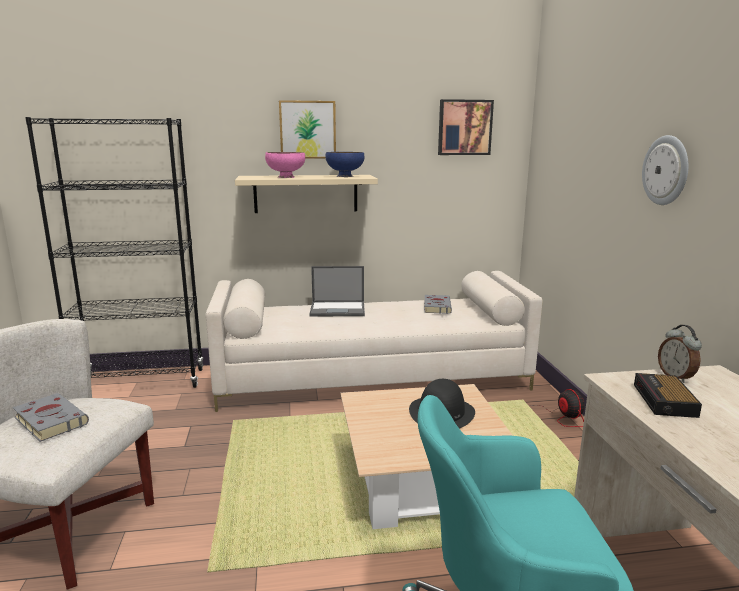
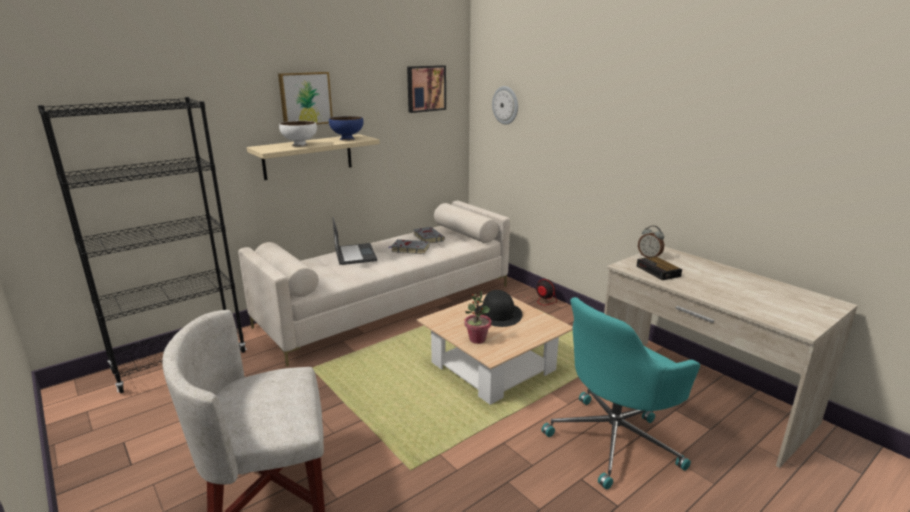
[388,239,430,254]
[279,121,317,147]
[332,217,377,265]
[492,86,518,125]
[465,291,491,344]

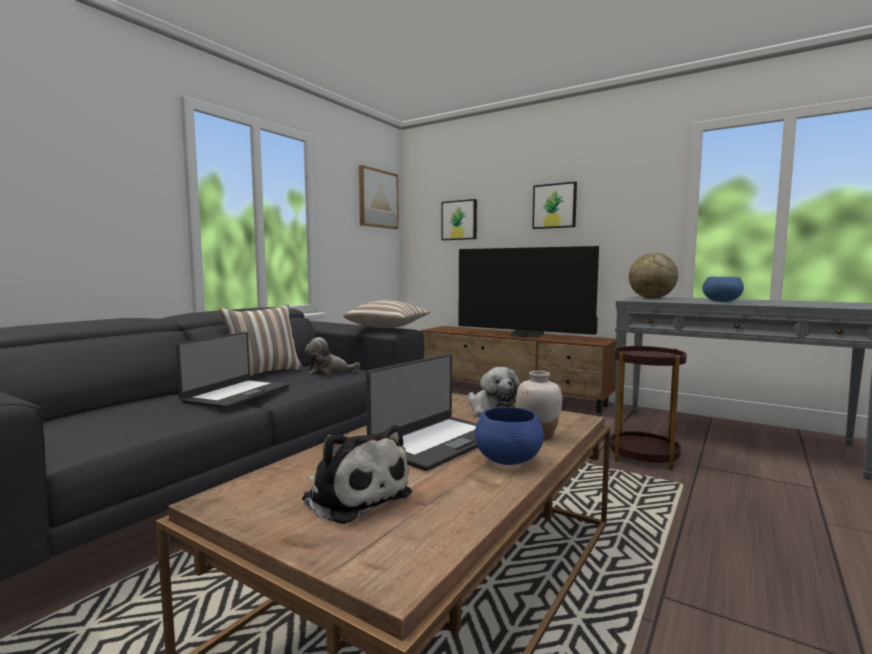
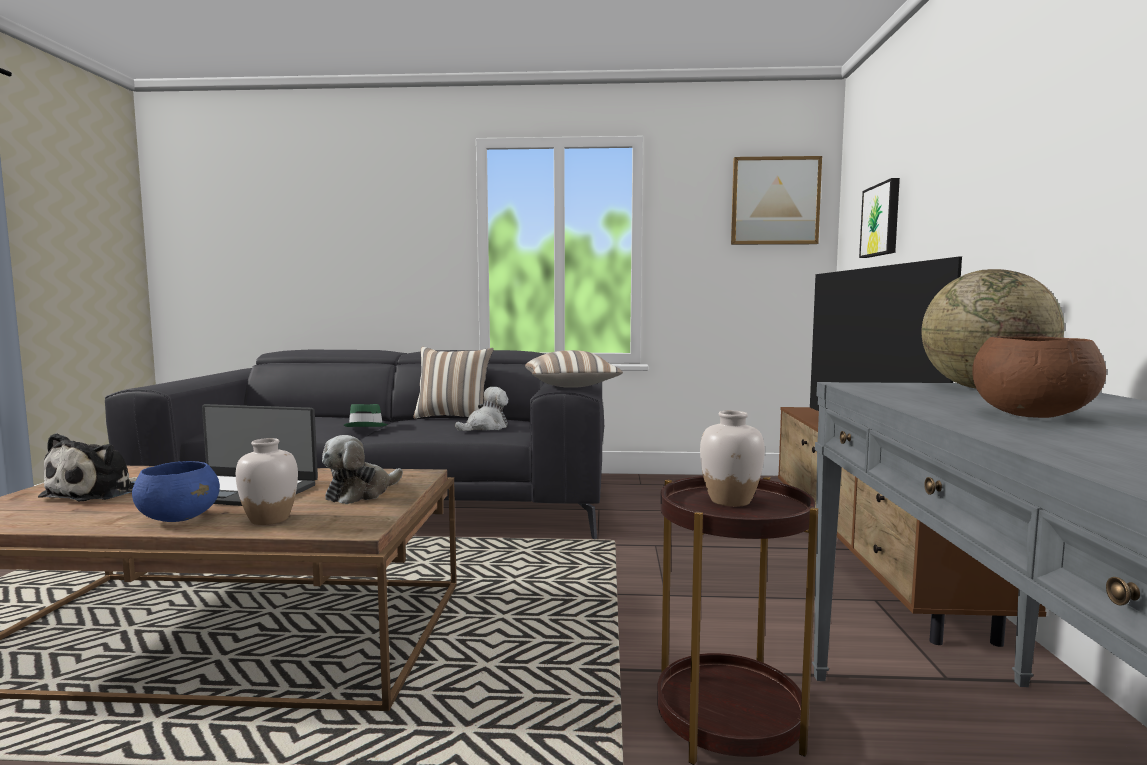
[344,404,388,427]
[455,387,508,431]
[532,182,577,229] (first image)
[972,336,1106,418]
[700,411,765,507]

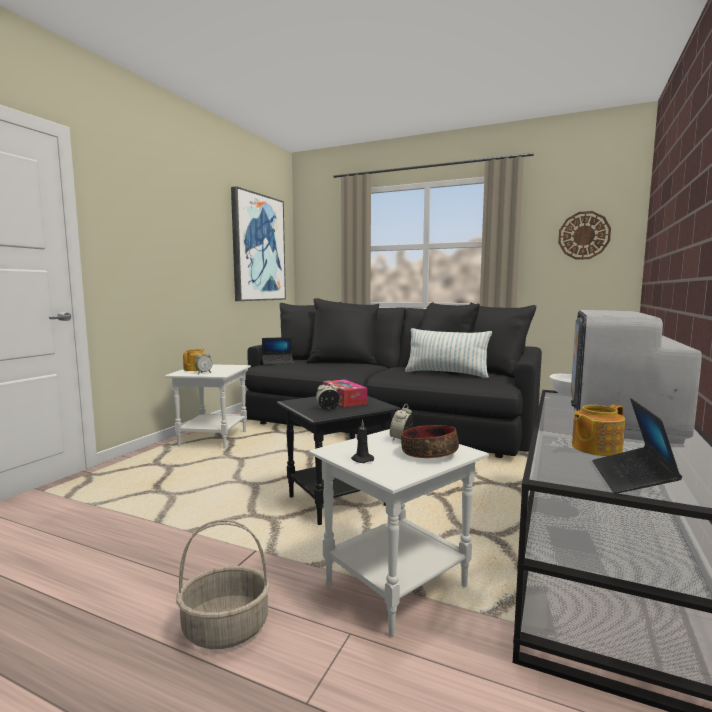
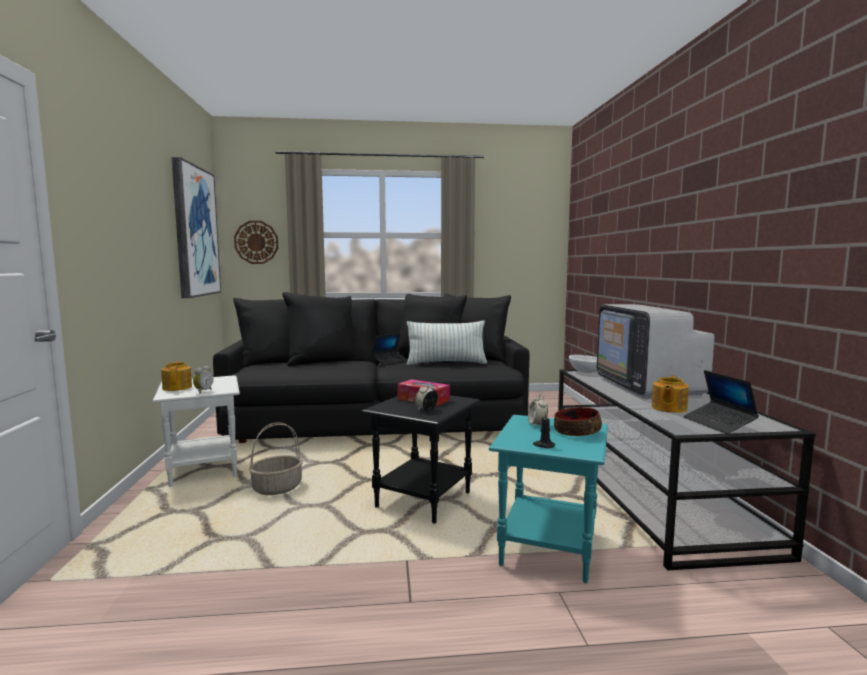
[249,422,303,495]
[371,333,408,365]
[489,415,608,583]
[234,221,278,264]

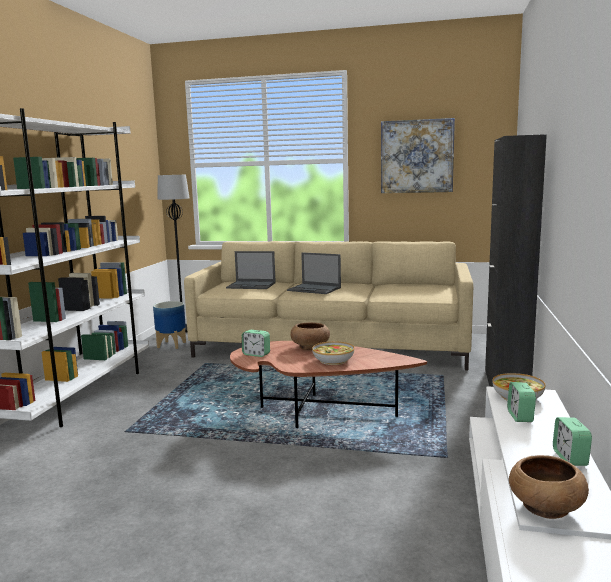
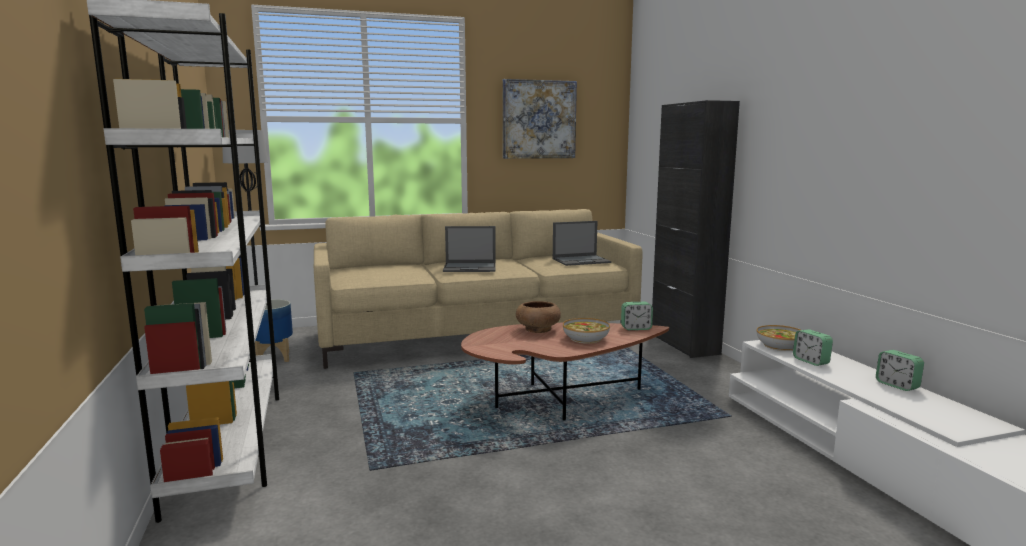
[552,221,611,266]
[621,302,653,330]
[509,455,589,519] (first image)

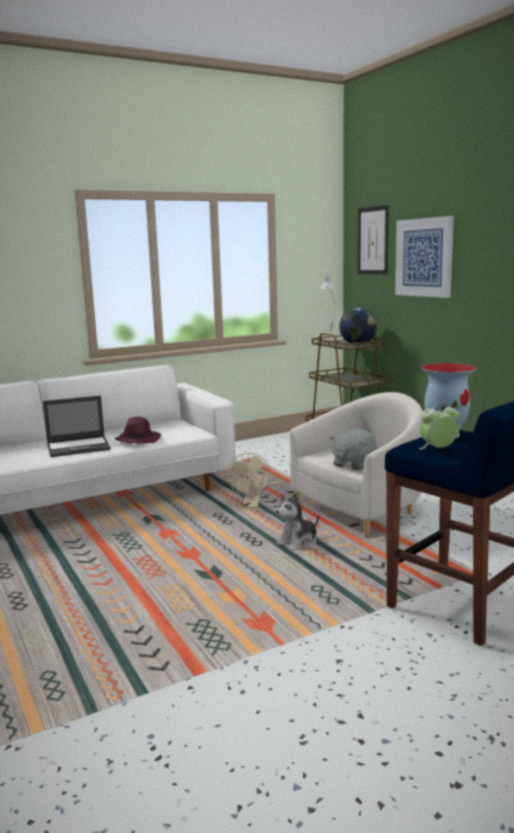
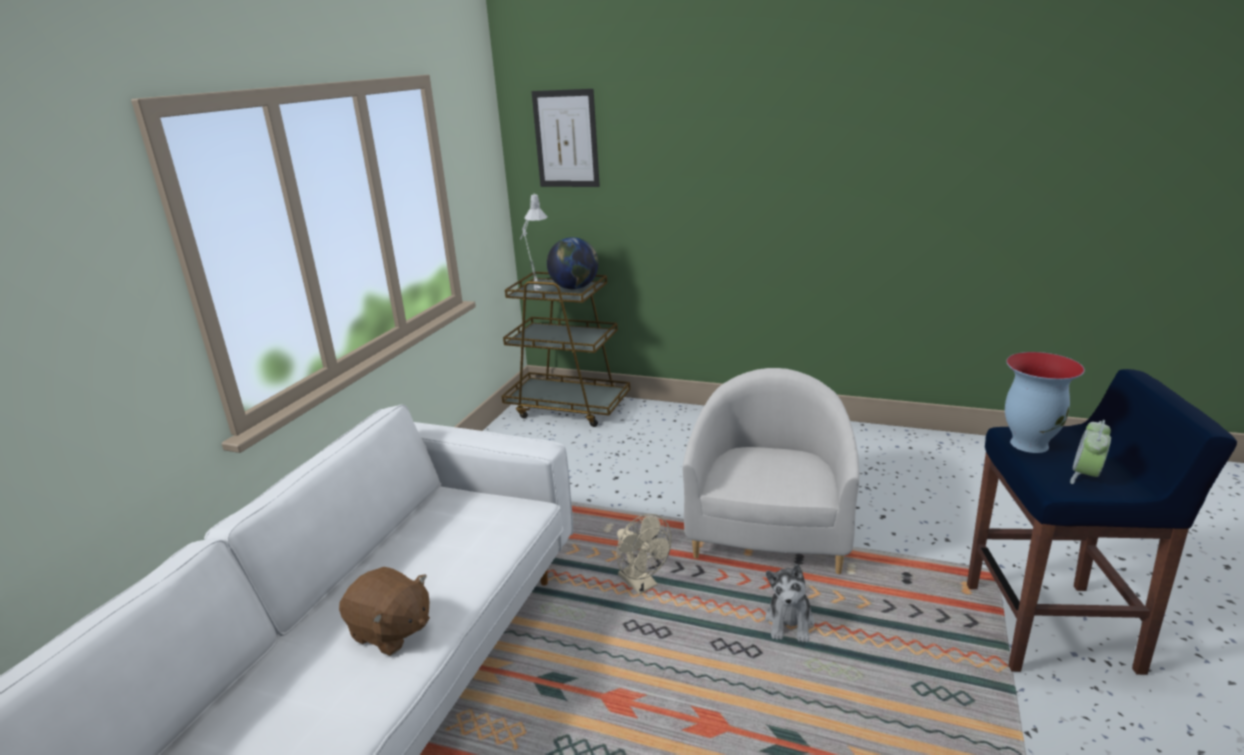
[339,567,430,656]
[115,417,161,444] (first image)
[330,429,377,470] (first image)
[395,216,454,298] (first image)

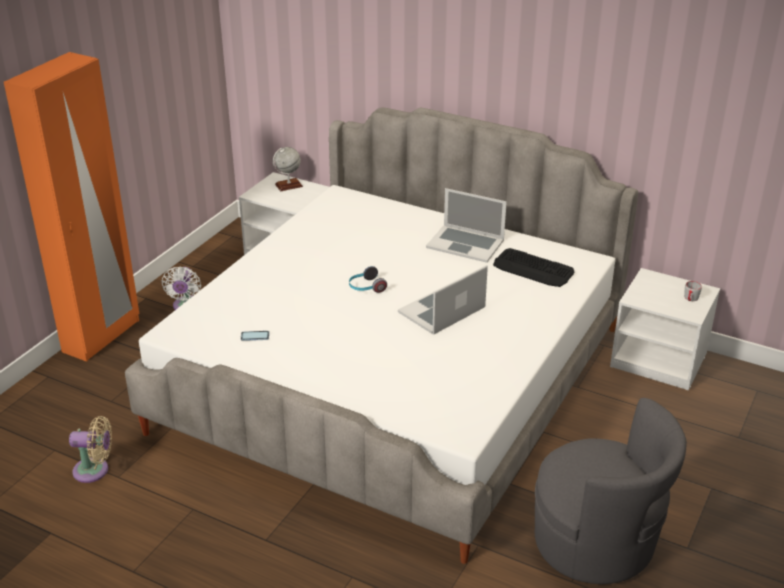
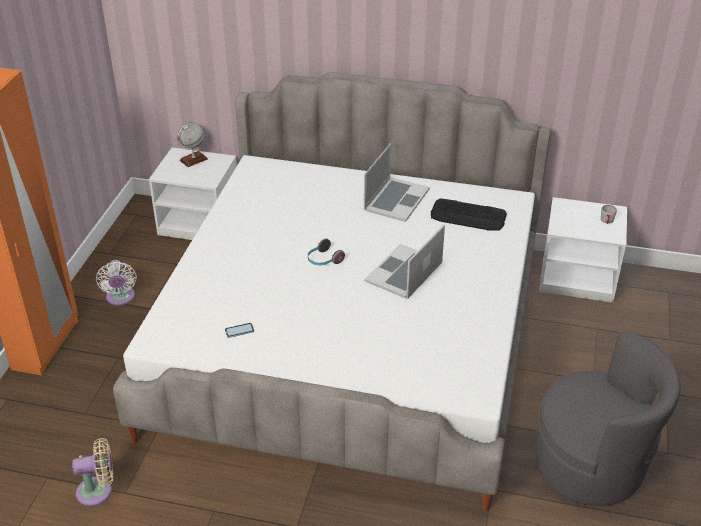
[364,143,430,222]

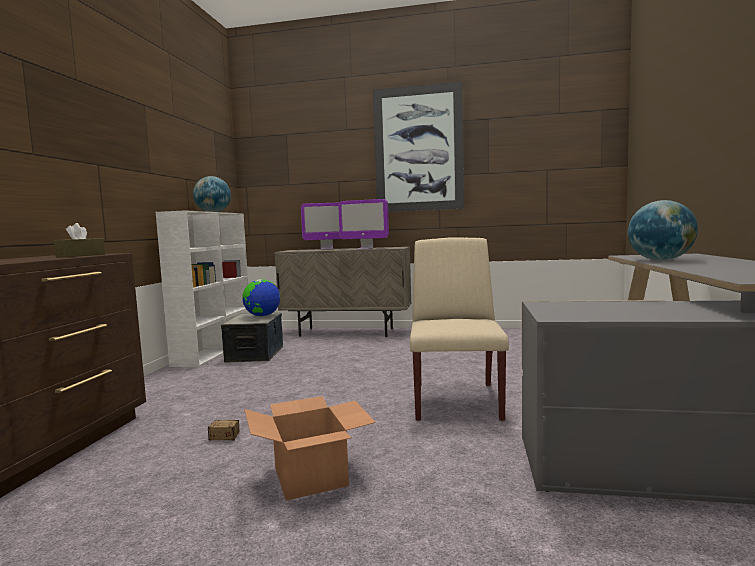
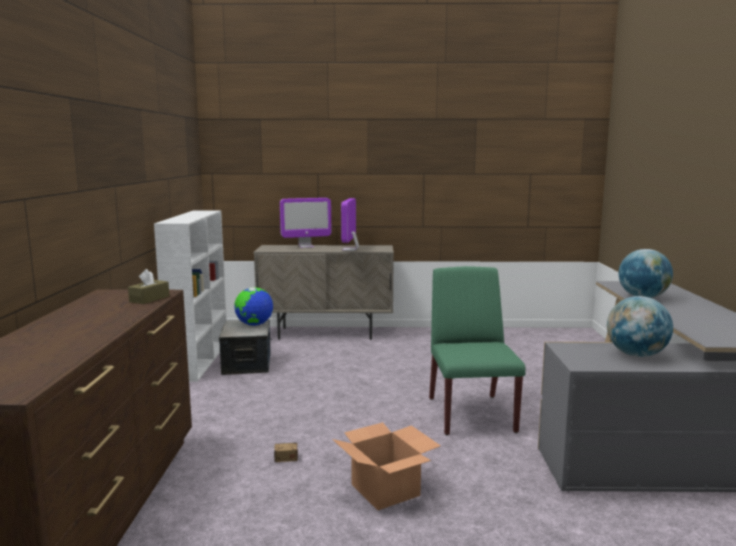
[607,296,673,357]
[341,198,359,251]
[373,82,464,212] (first image)
[429,266,525,436]

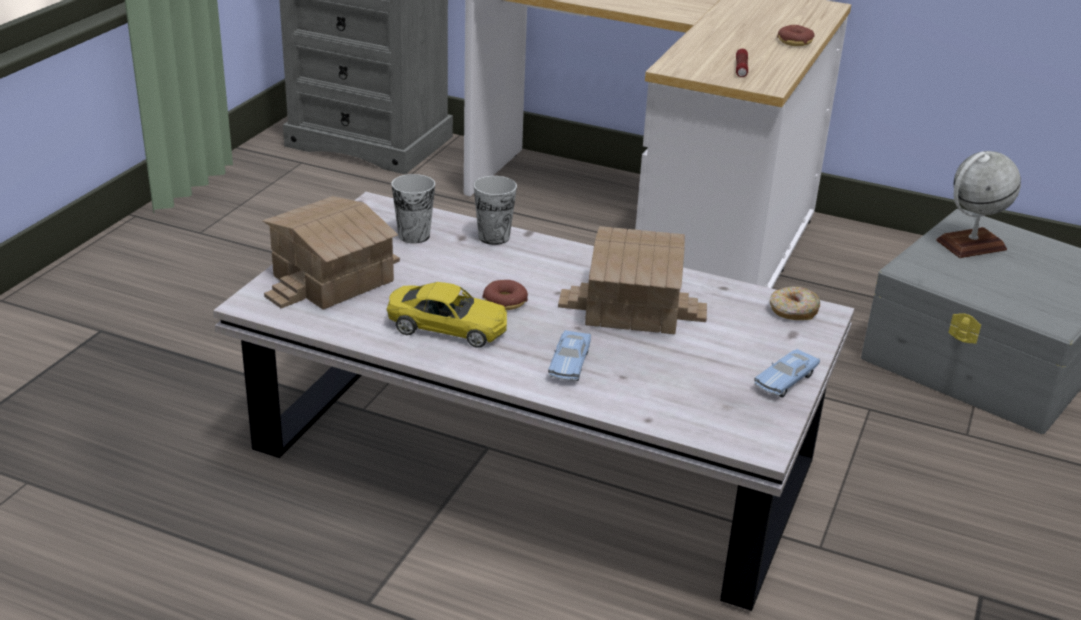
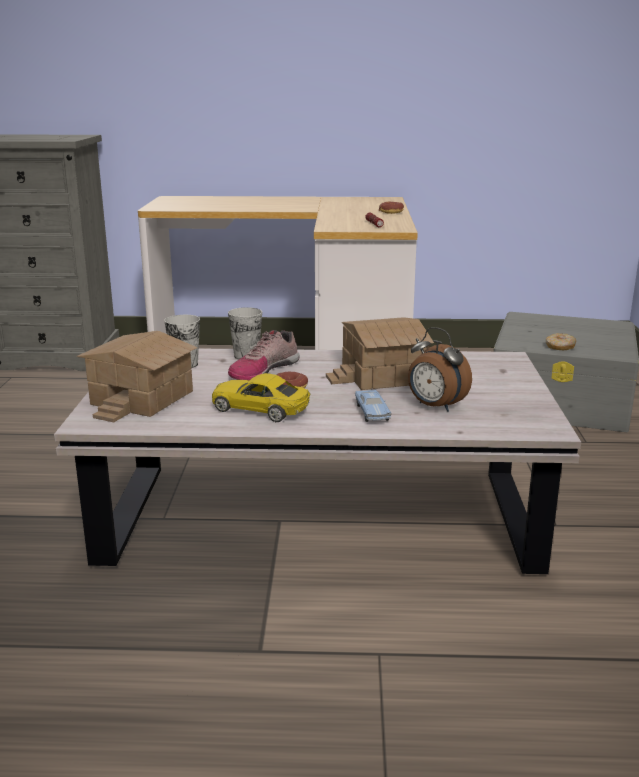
[212,373,310,422]
[754,349,820,398] (first image)
[546,333,576,350]
[936,151,1021,258] (first image)
[228,330,300,380]
[408,327,472,412]

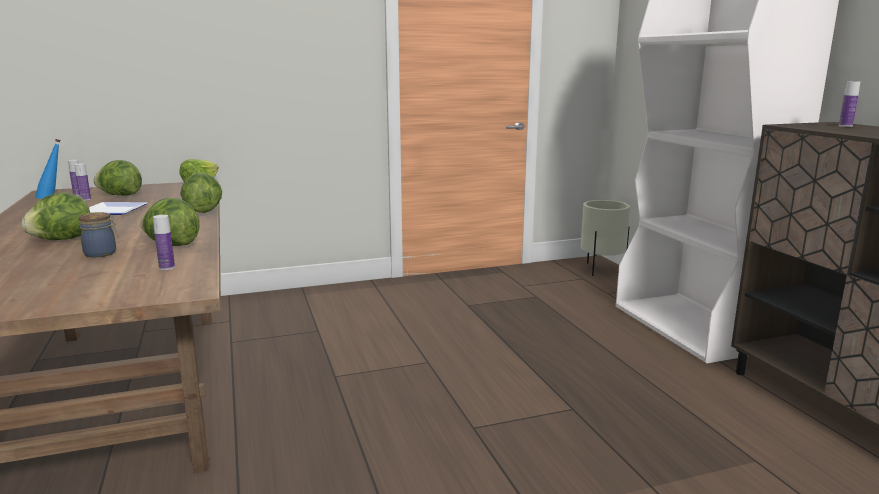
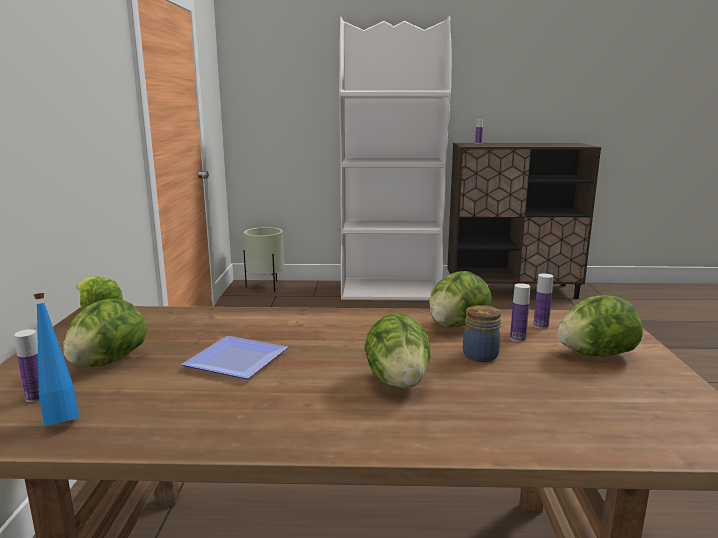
[510,283,530,342]
[557,295,643,356]

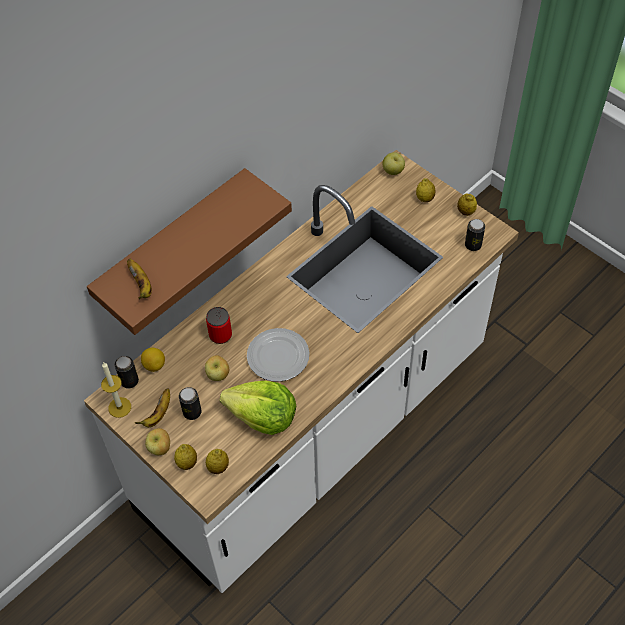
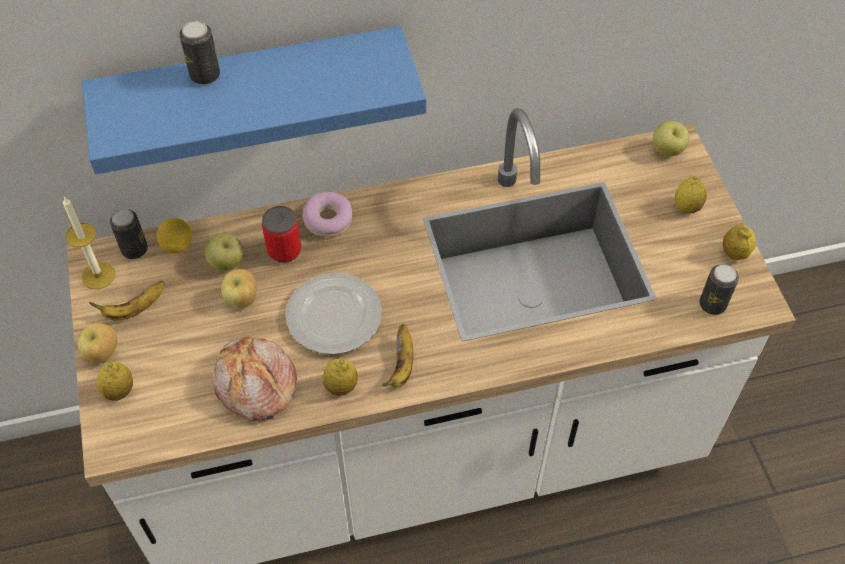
[82,26,426,174]
[382,324,413,387]
[179,21,220,85]
[323,358,358,396]
[212,337,297,422]
[204,233,243,271]
[303,192,352,237]

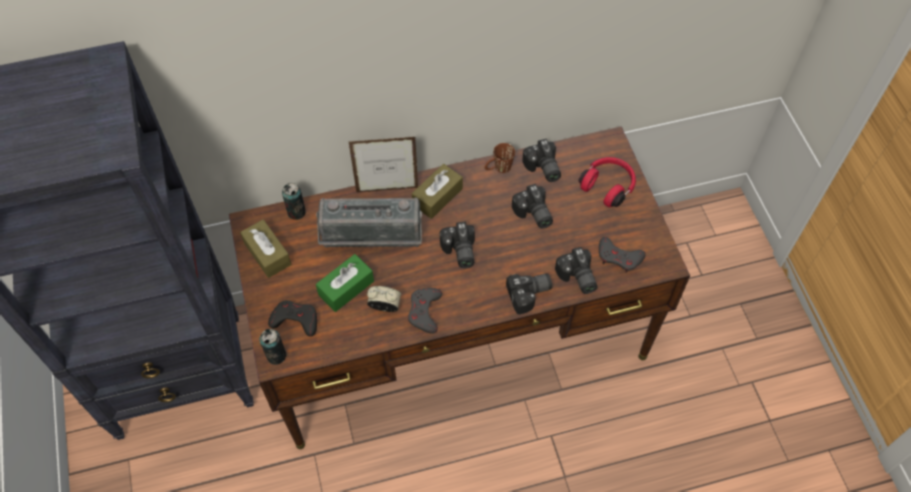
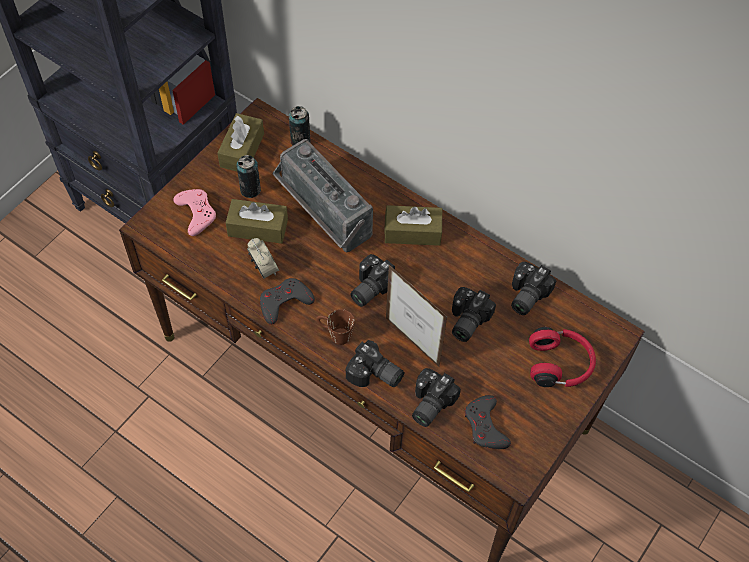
[236,155,261,198]
[173,189,216,236]
[226,199,288,244]
[386,265,447,368]
[316,309,354,345]

